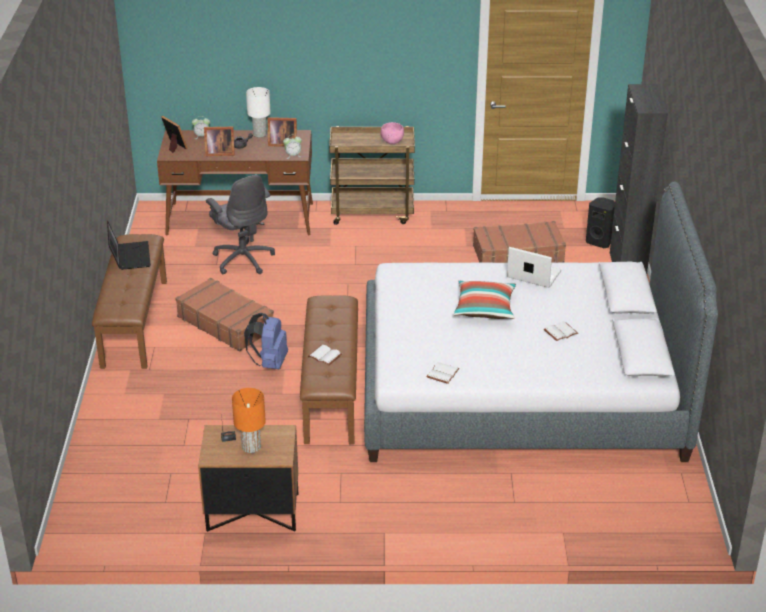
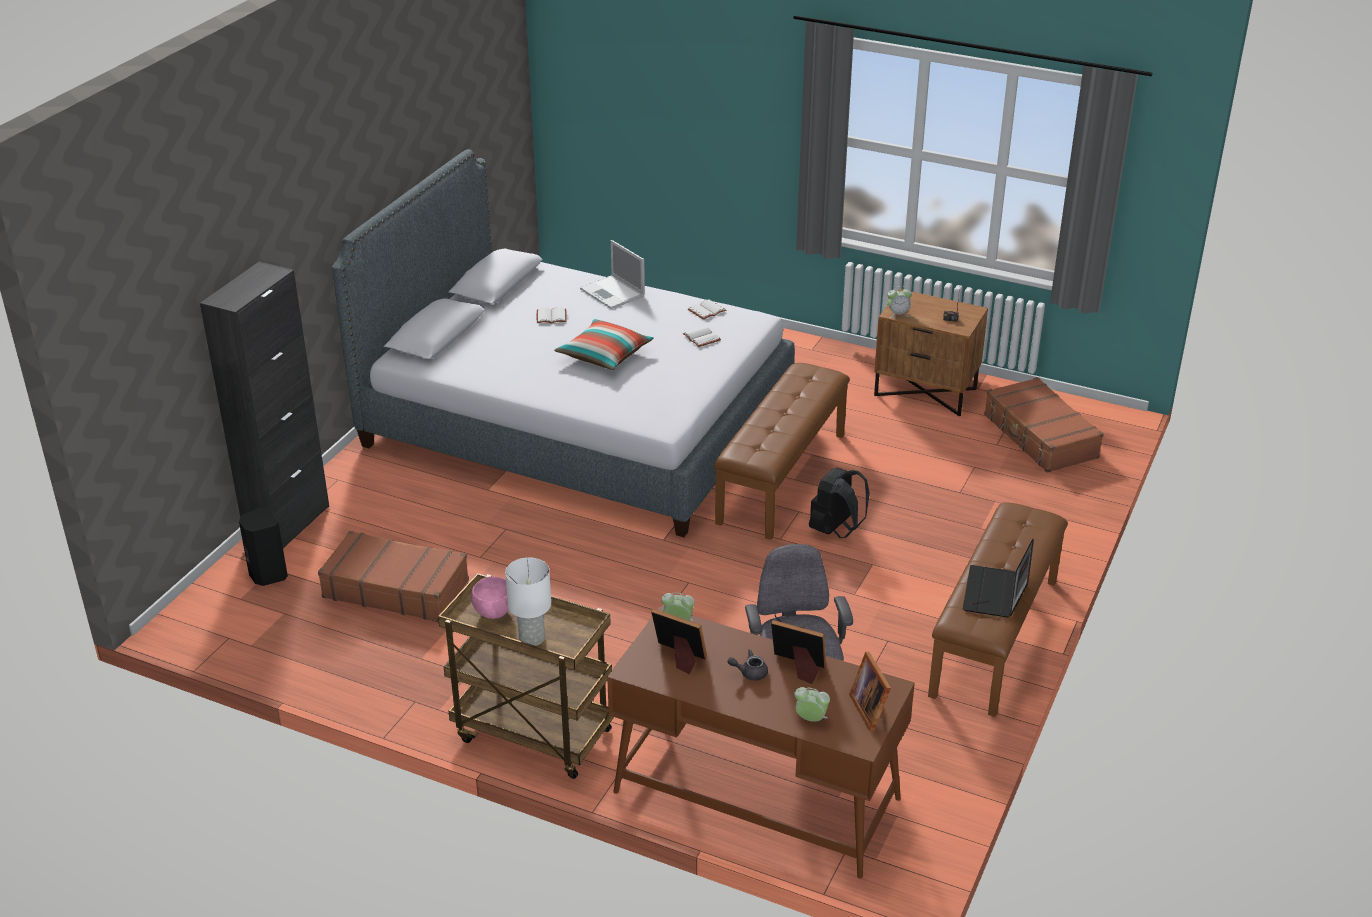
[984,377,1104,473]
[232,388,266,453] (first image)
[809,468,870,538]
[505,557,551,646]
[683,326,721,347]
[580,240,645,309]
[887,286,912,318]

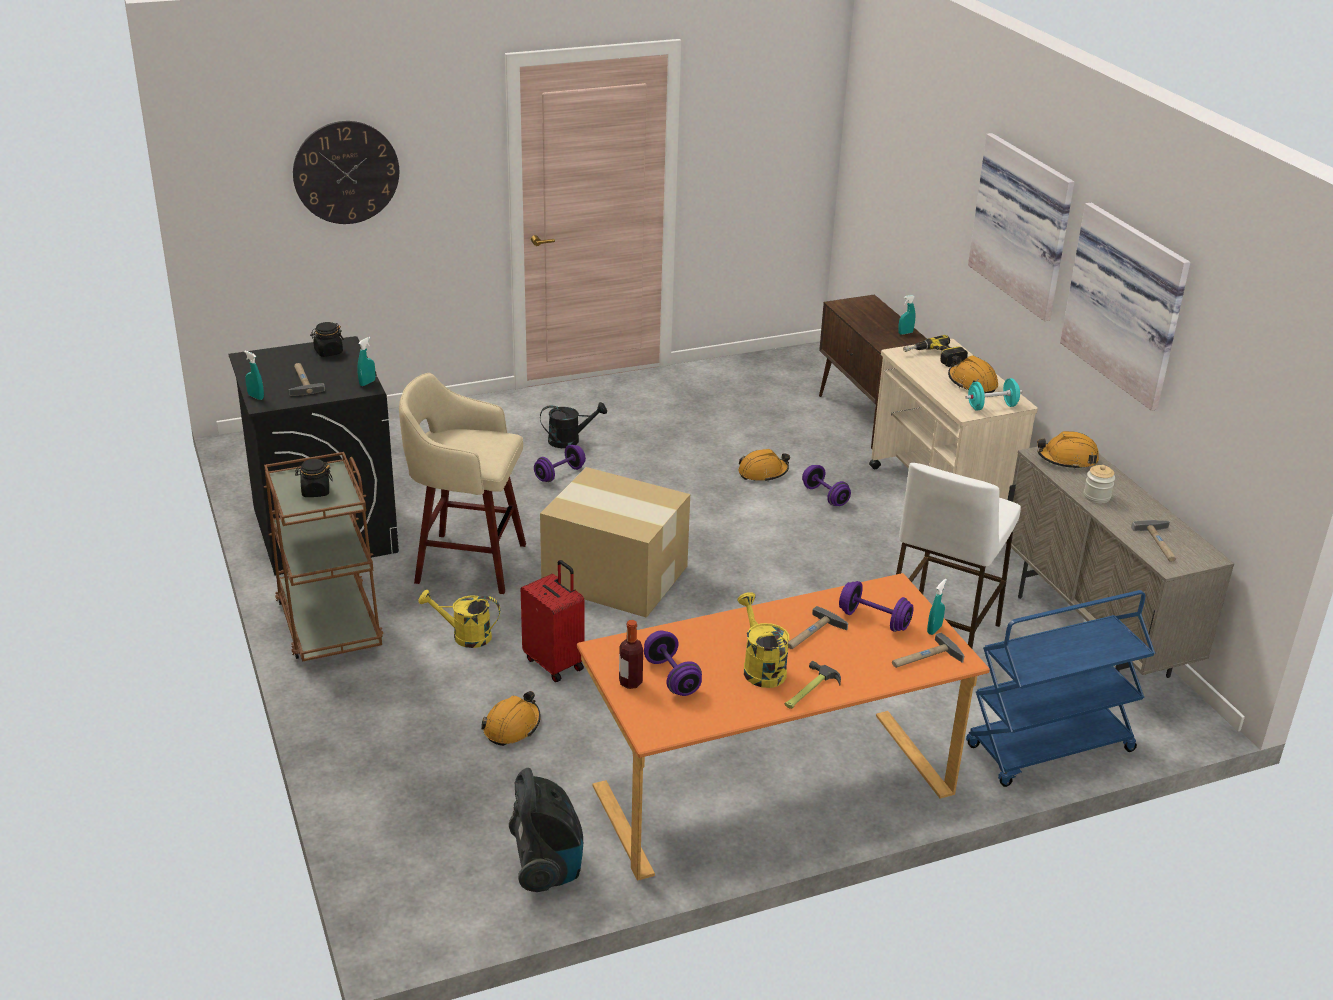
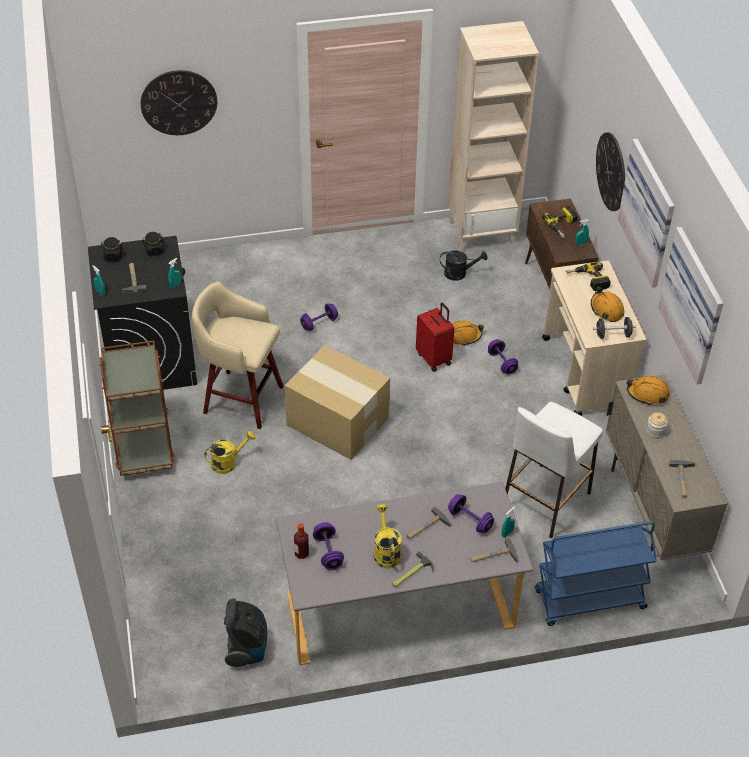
[100,237,124,261]
[204,431,255,474]
[481,691,541,746] (first image)
[416,303,454,372]
[440,250,488,281]
[276,482,533,665]
[593,317,636,339]
[448,21,539,251]
[542,206,578,238]
[596,132,625,211]

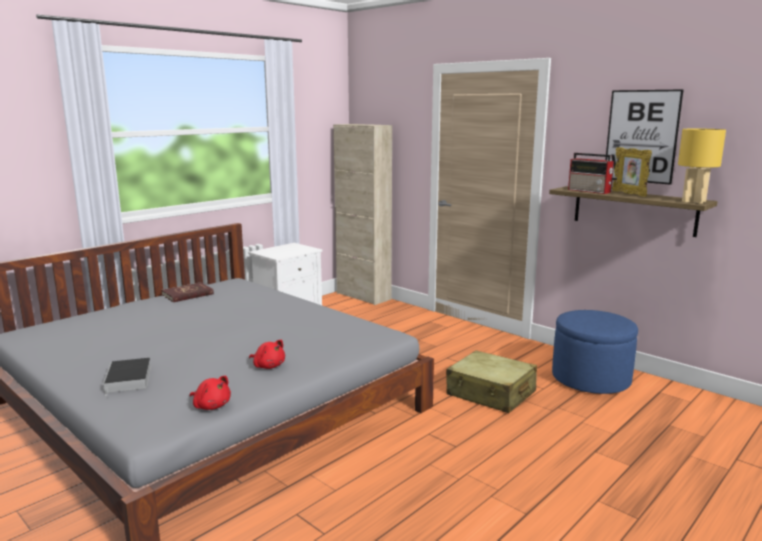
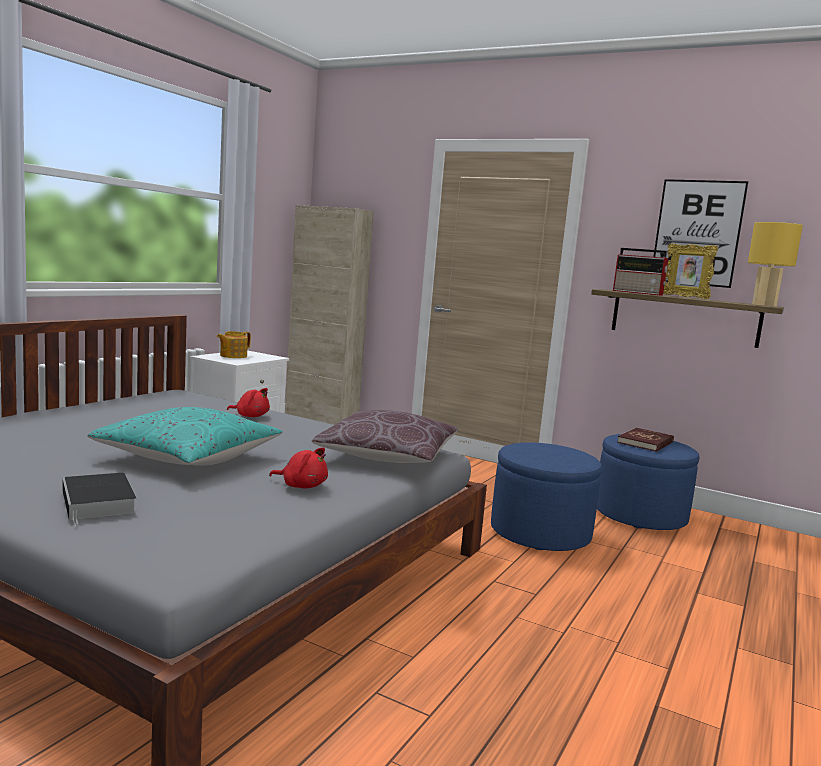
[617,428,674,452]
[227,388,270,417]
[491,442,602,551]
[87,407,283,466]
[217,331,251,358]
[311,410,458,463]

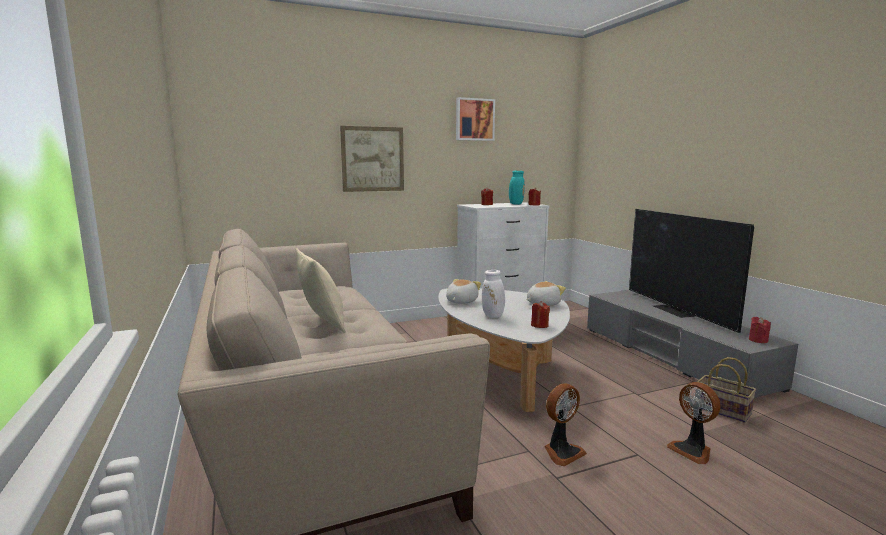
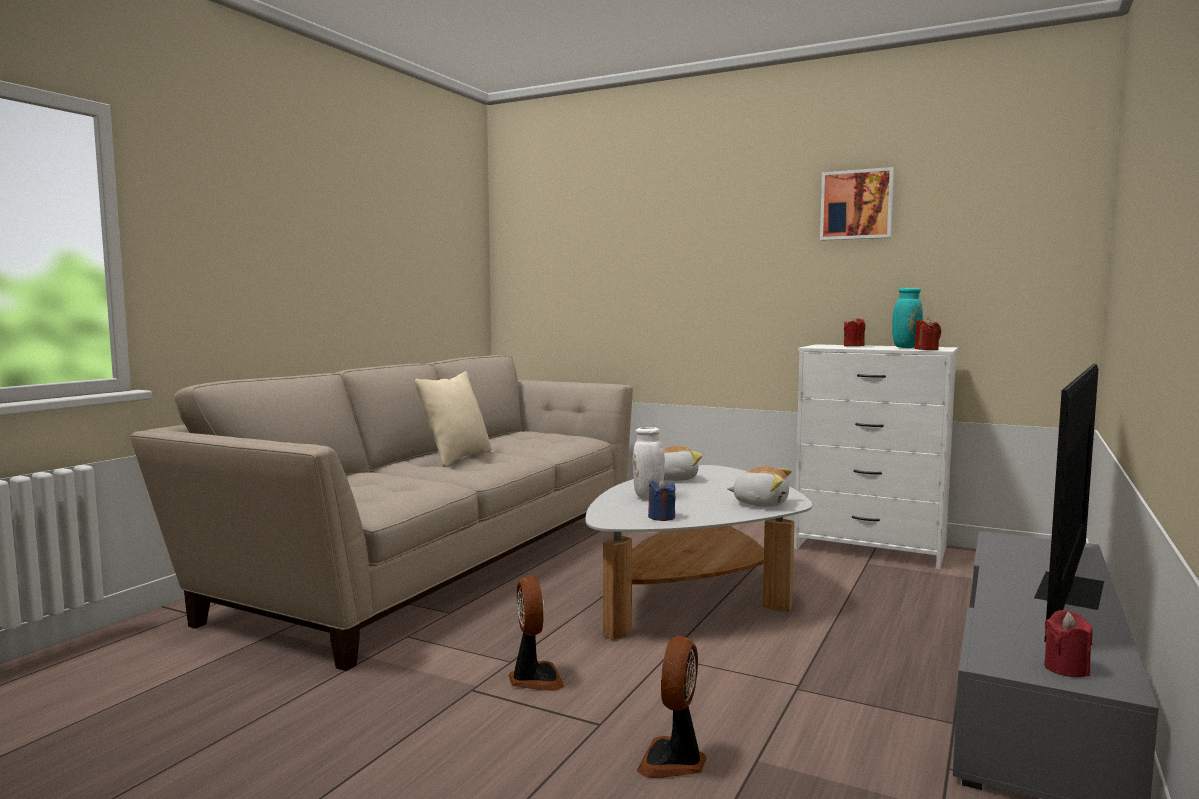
[340,126,404,192] (first image)
[648,478,676,521]
[508,576,565,691]
[697,357,756,423] (first image)

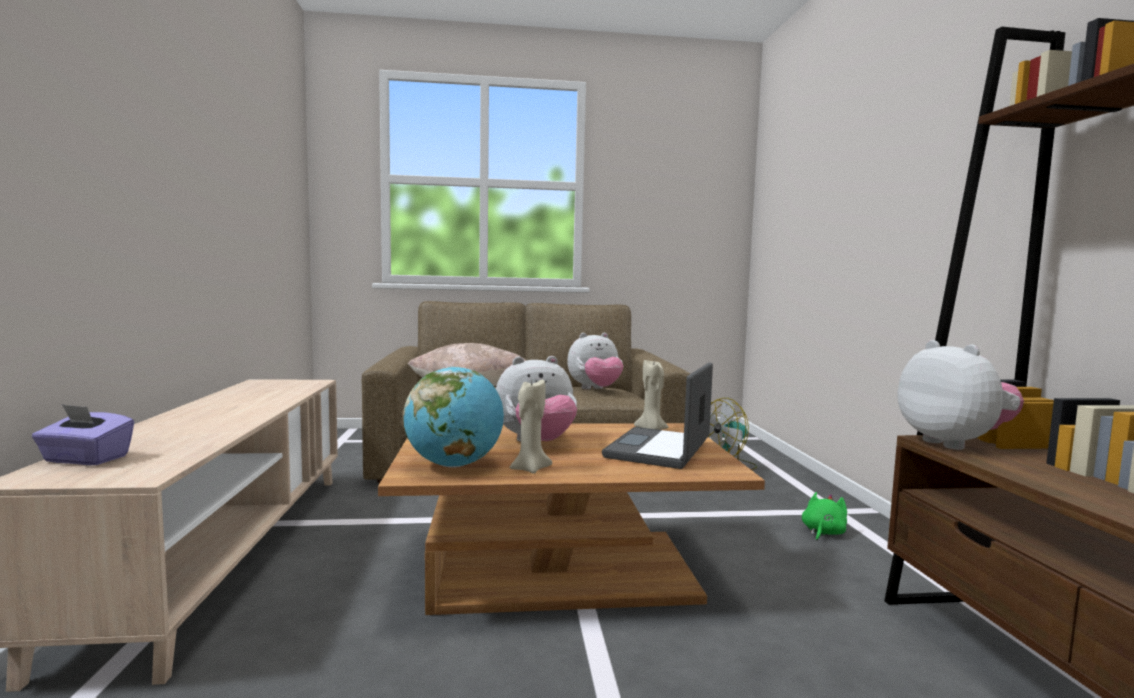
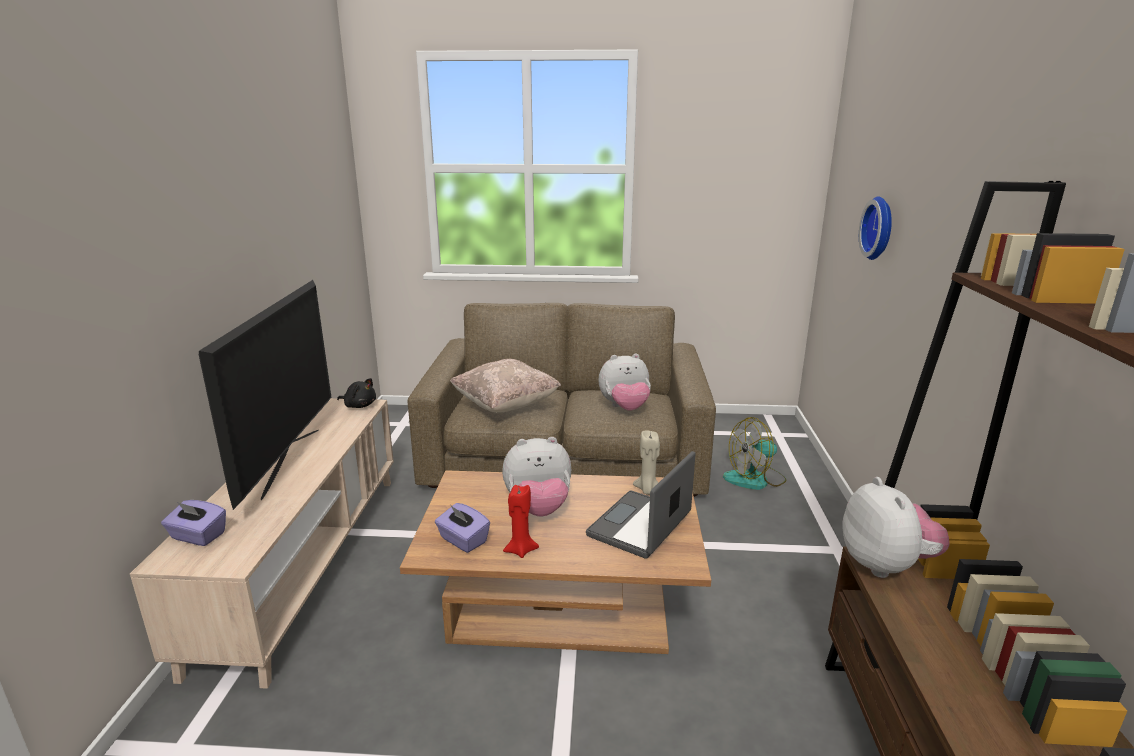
[435,503,490,553]
[503,485,539,558]
[802,492,847,541] (first image)
[199,280,332,510]
[337,378,376,408]
[859,196,892,260]

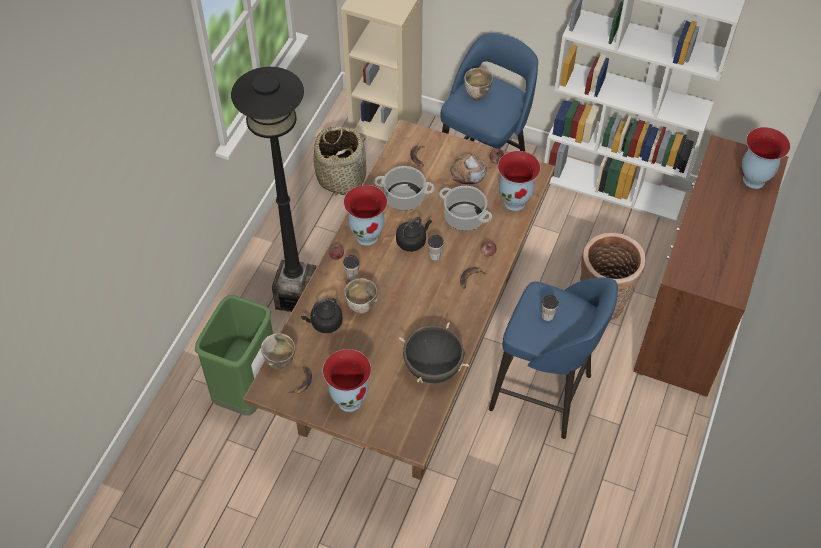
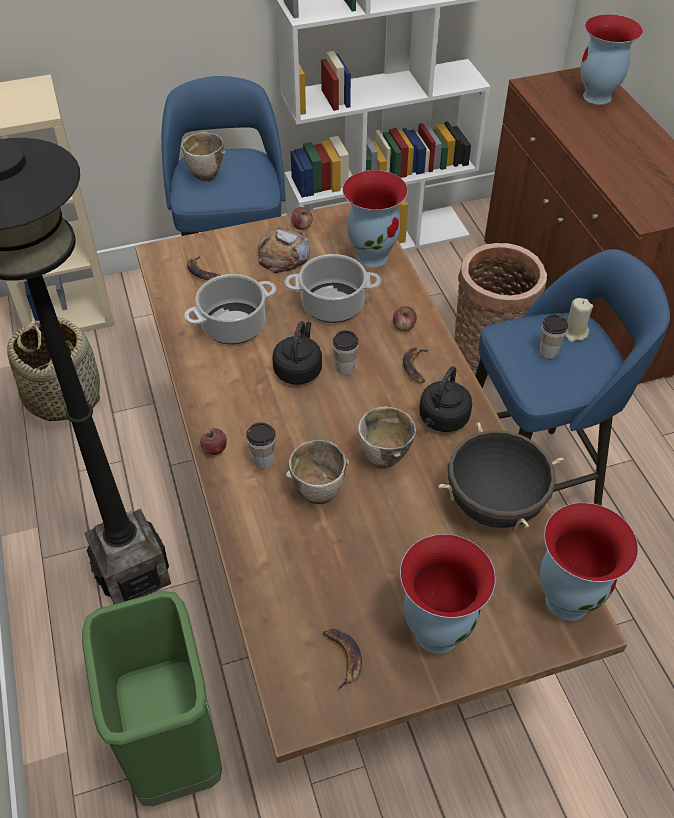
[358,406,416,468]
[419,366,472,432]
[540,503,638,621]
[565,298,593,342]

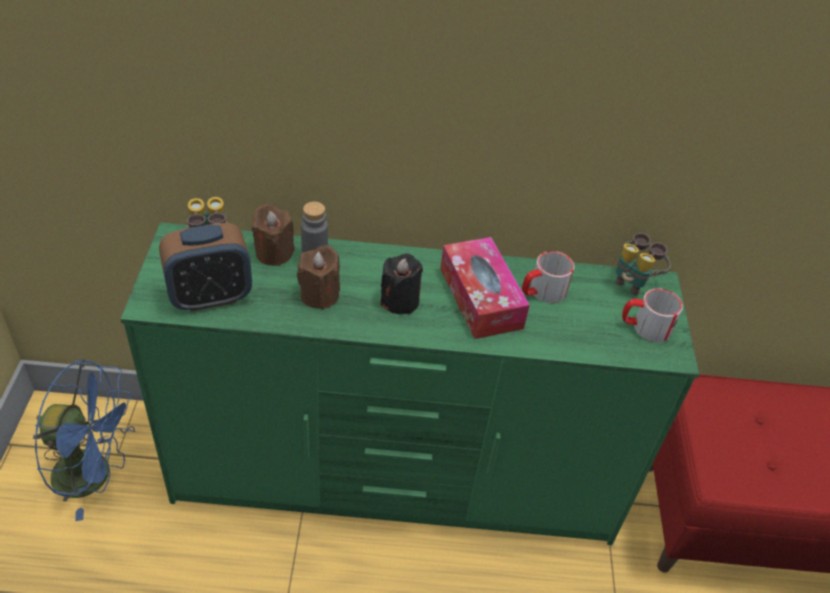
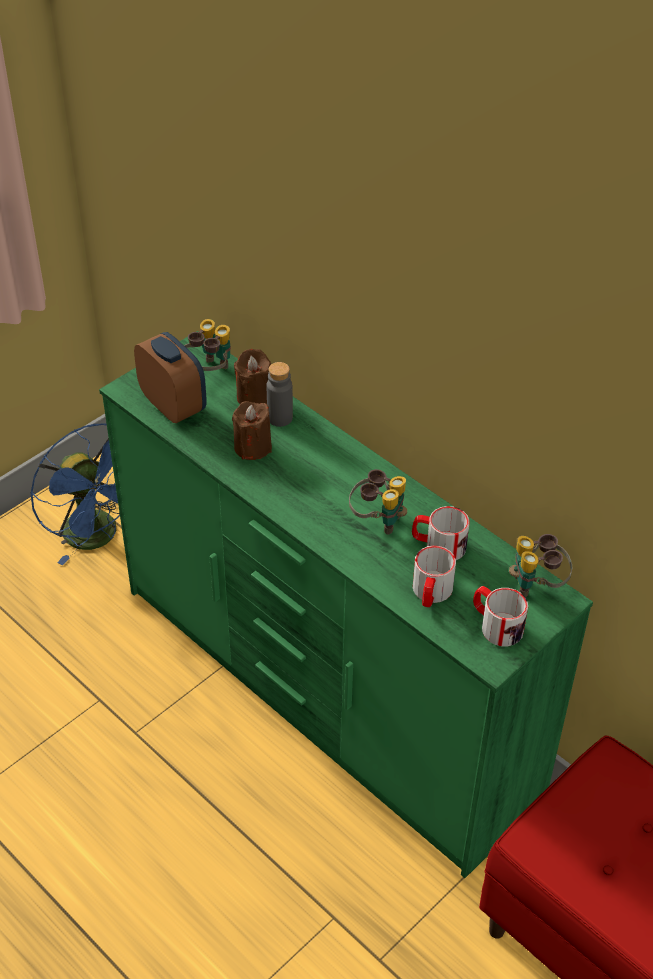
[134,332,207,423]
[380,253,423,315] (first image)
[349,469,407,535]
[413,546,456,607]

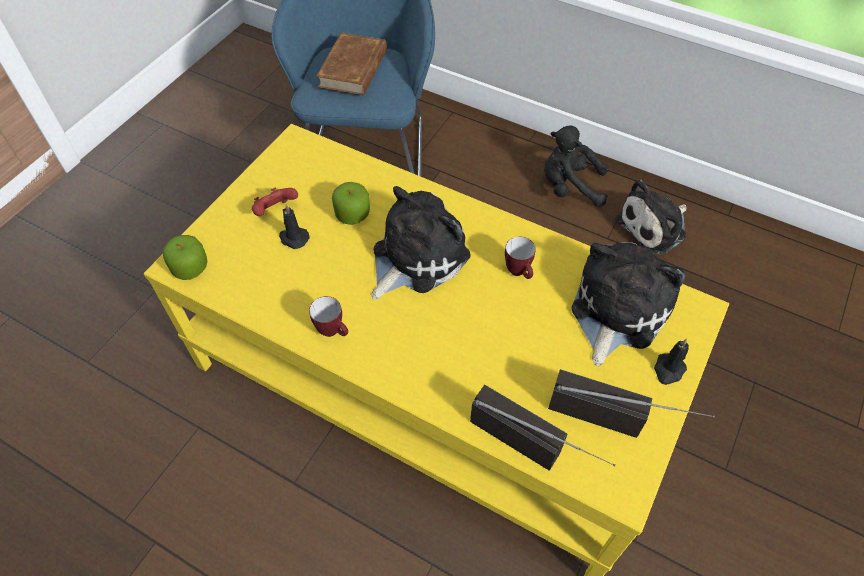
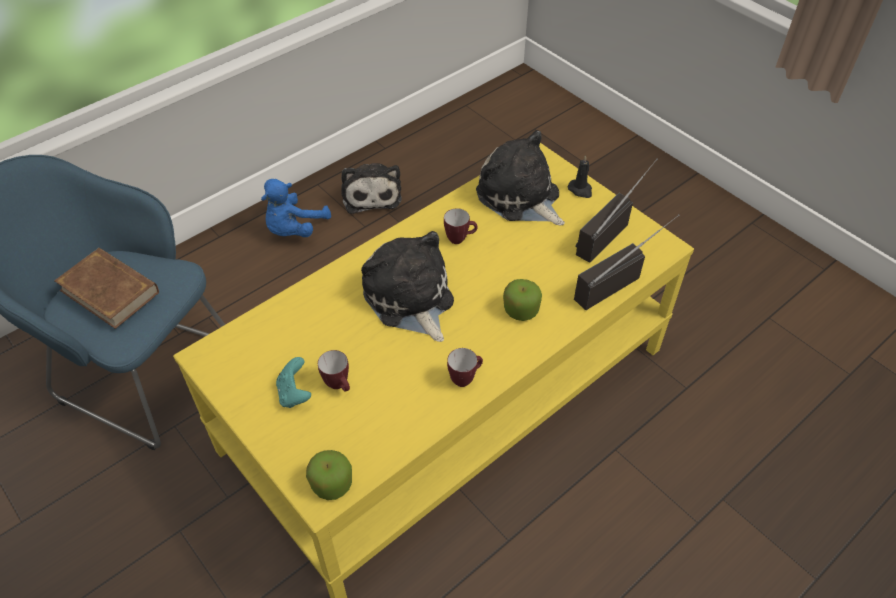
[276,357,311,408]
[318,350,350,392]
[503,279,542,321]
[261,179,331,237]

